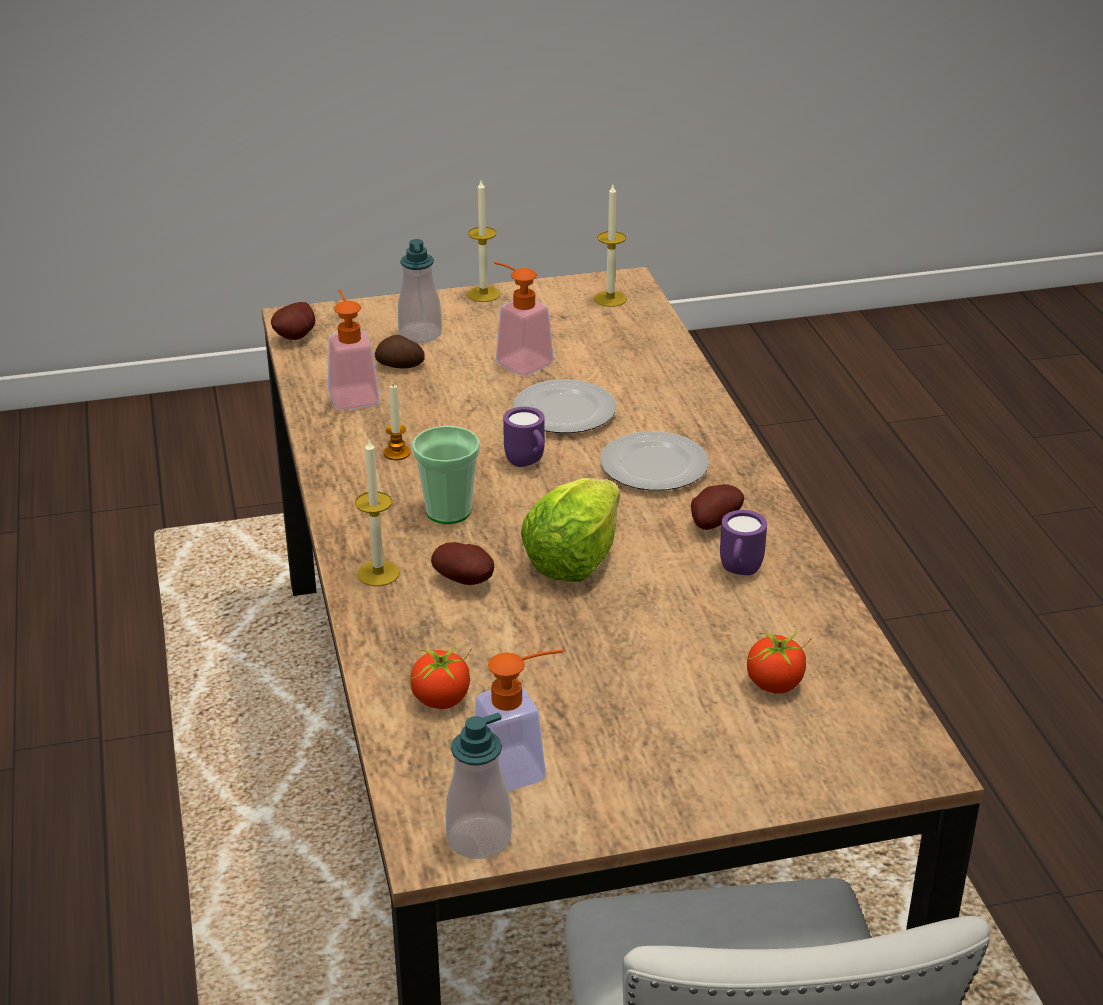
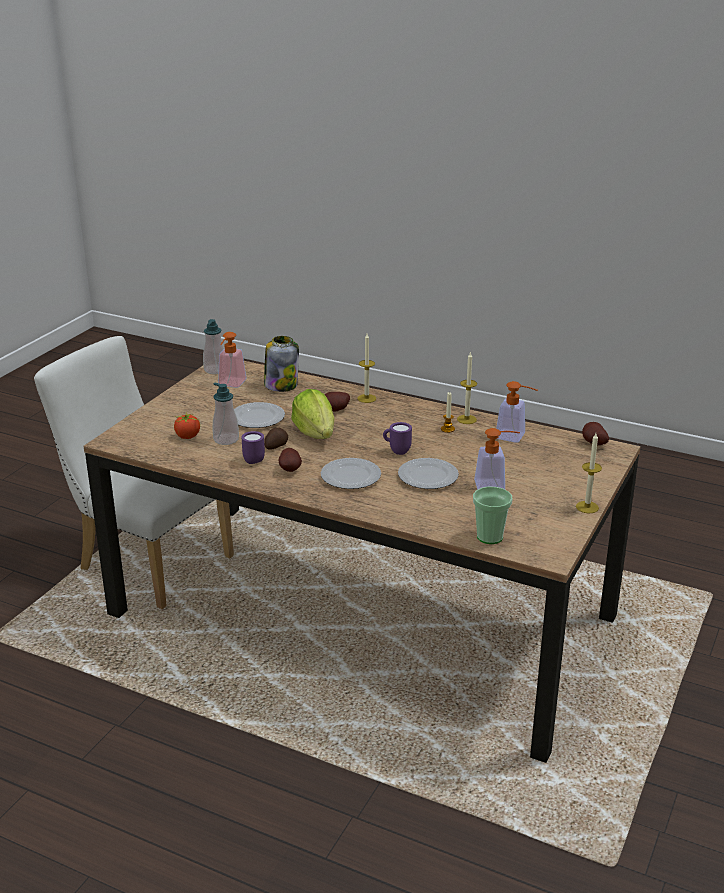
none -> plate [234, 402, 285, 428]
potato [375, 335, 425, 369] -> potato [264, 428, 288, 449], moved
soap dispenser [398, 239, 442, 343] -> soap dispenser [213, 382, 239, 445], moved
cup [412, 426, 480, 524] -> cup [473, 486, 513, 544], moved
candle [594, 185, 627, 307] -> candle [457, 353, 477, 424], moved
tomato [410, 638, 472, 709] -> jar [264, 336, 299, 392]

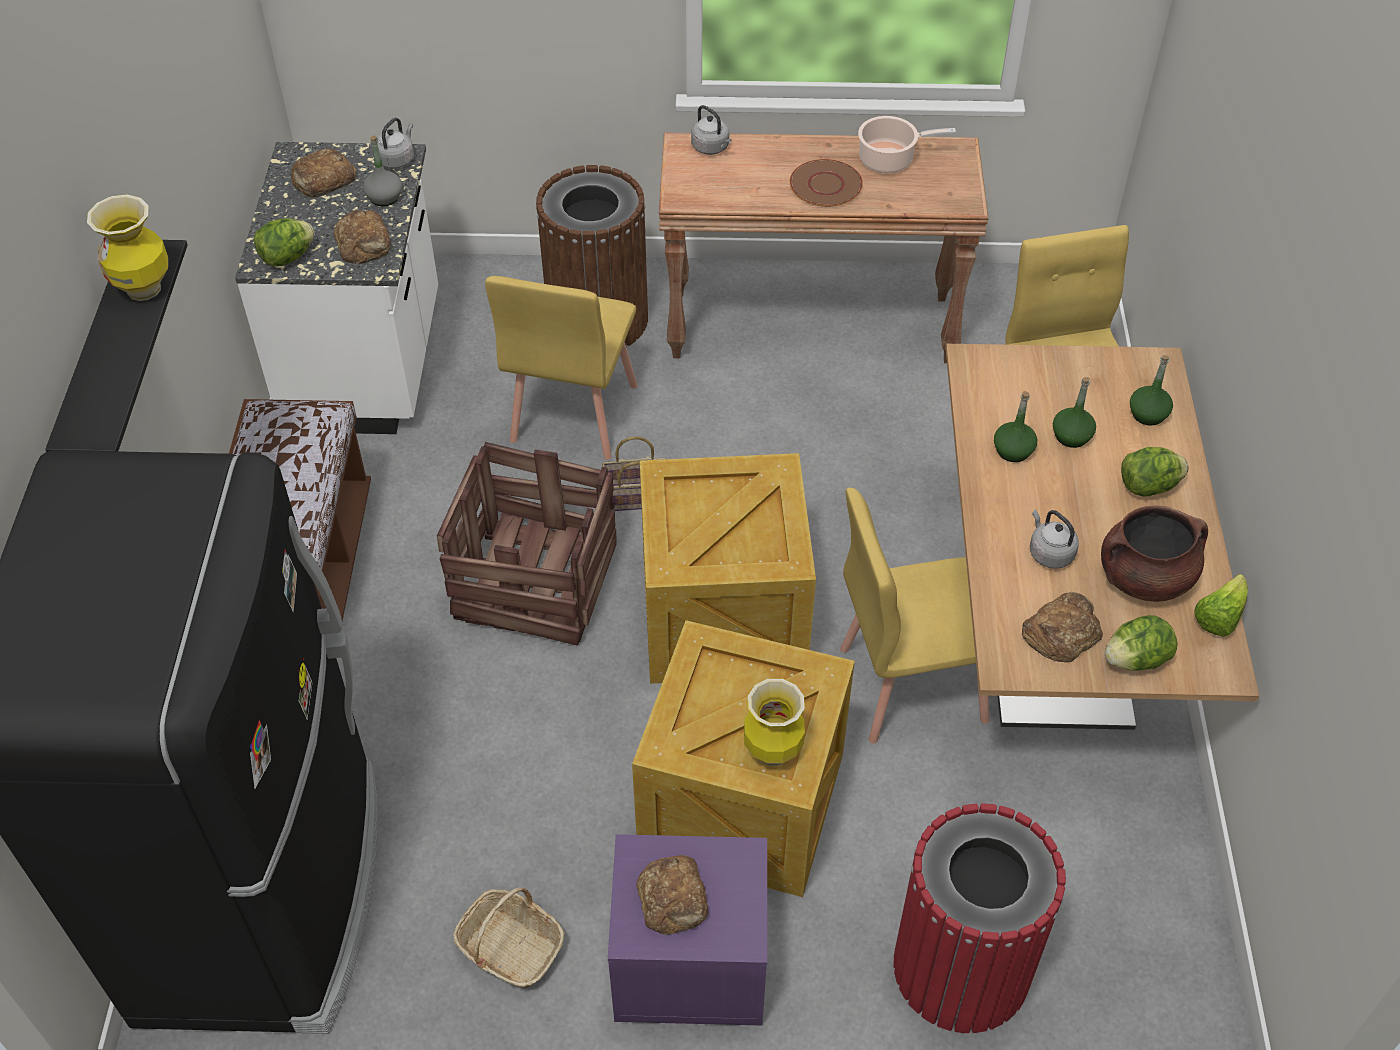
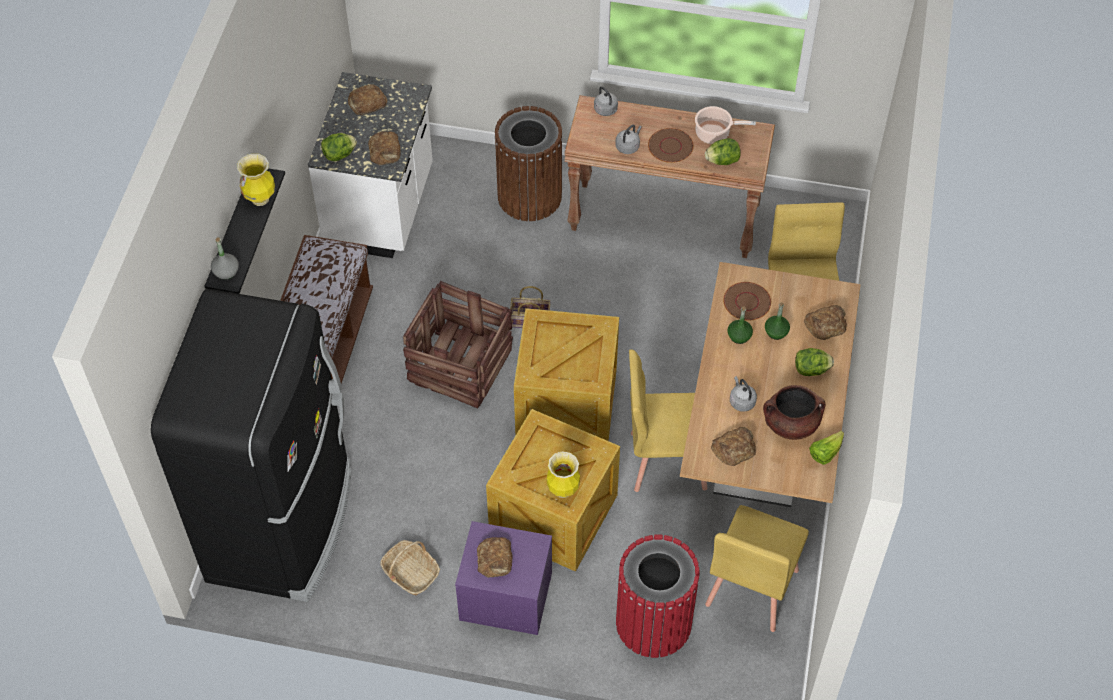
none -> brown plate [723, 282, 771, 321]
grey bottle [363, 136, 402, 206] -> grey bottle [211, 237, 239, 280], moved
grey kettle [377, 118, 414, 169] -> grey kettle [615, 125, 642, 154], moved
yellow chair [485, 276, 638, 460] -> yellow chair [705, 505, 809, 632], moved
lettuce [1105, 615, 1178, 671] -> lettuce [705, 138, 741, 165], moved
green bottle [1130, 355, 1173, 426] -> bread [804, 305, 847, 340]

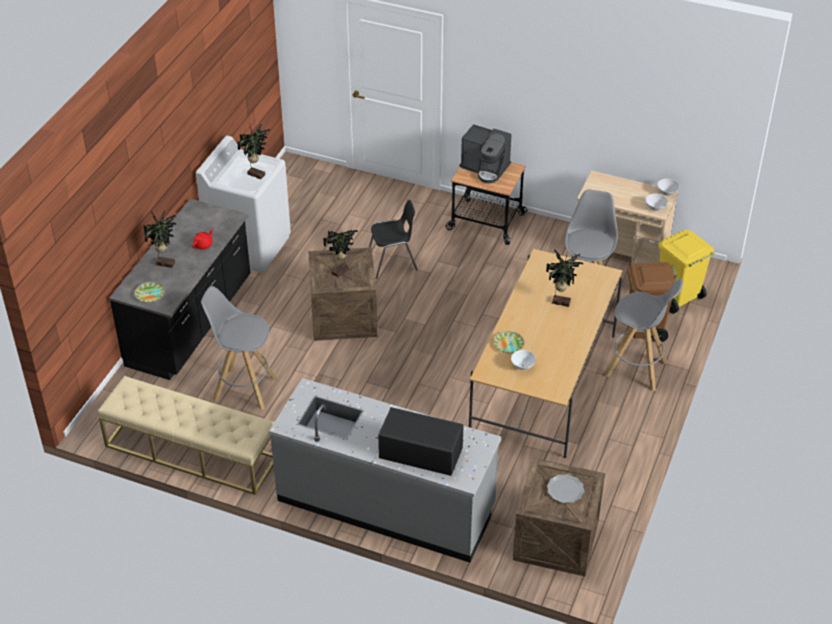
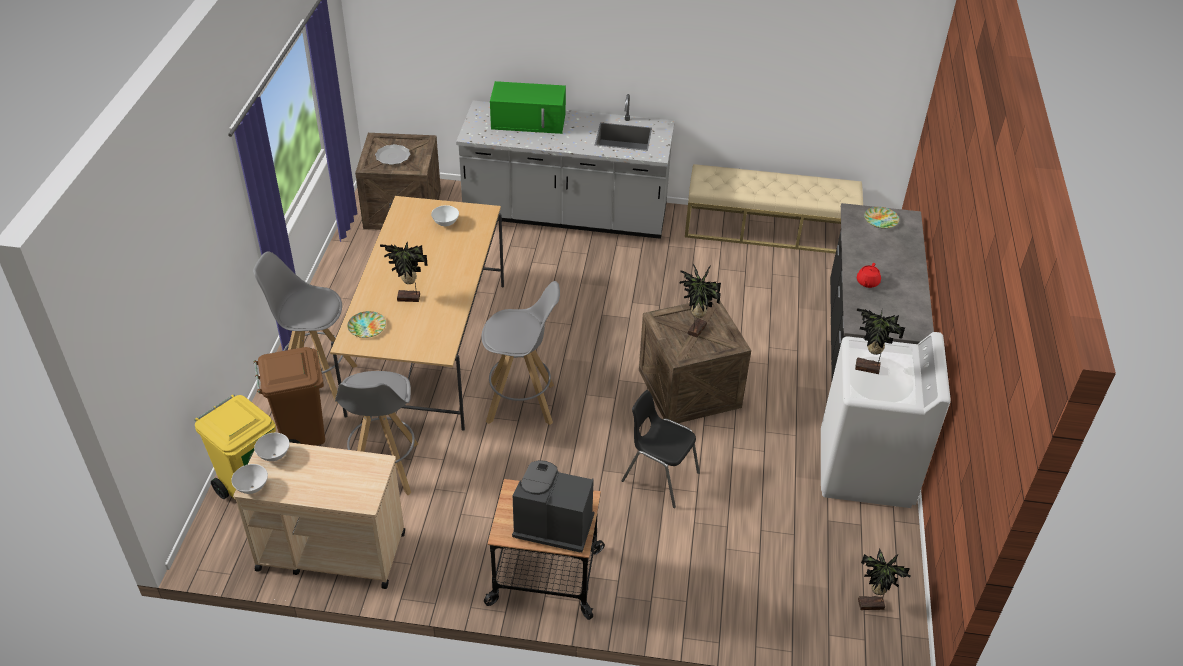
potted plant [143, 210, 177, 268] -> potted plant [858, 549, 910, 610], moved
grey stool [201, 286, 277, 410] -> grey stool [482, 281, 560, 425], moved
plate [493, 331, 524, 353] -> plate [347, 311, 386, 338], moved
black microwave [378, 407, 464, 476] -> green microwave [490, 81, 566, 134]
black chair [369, 200, 418, 279] -> black chair [621, 390, 700, 508], 60 degrees clockwise

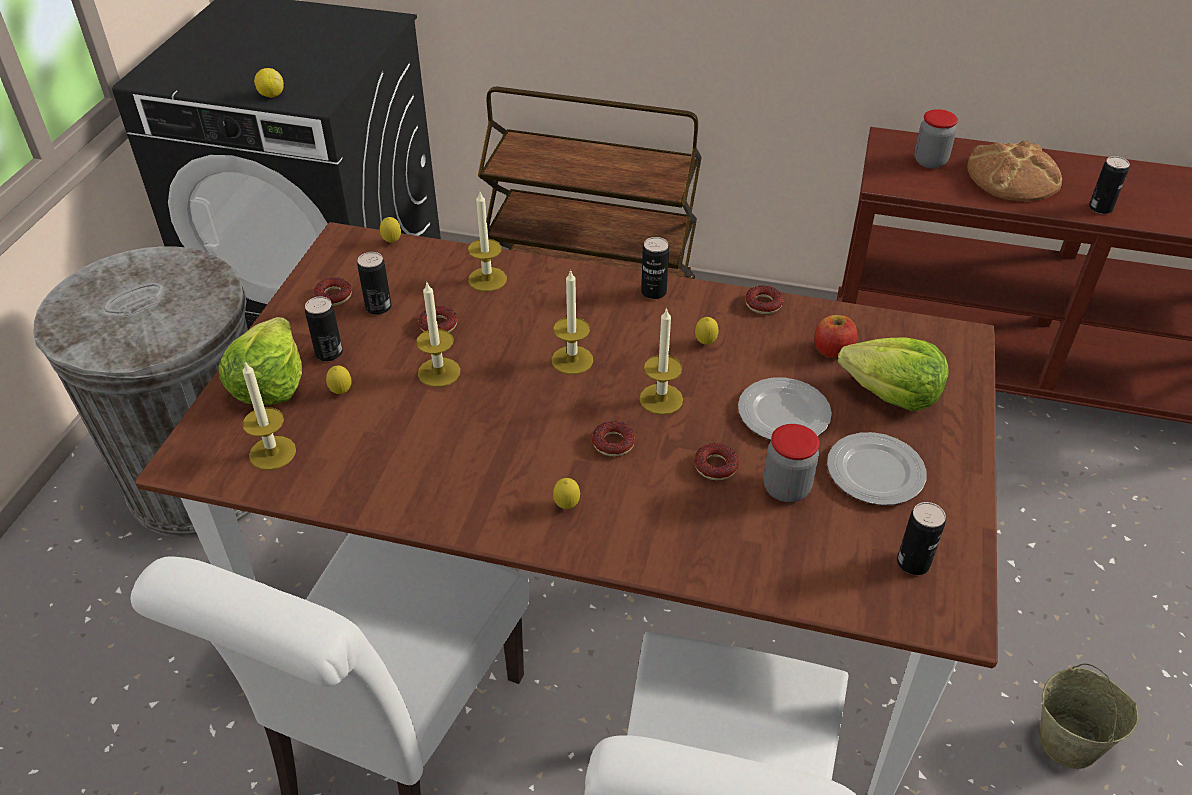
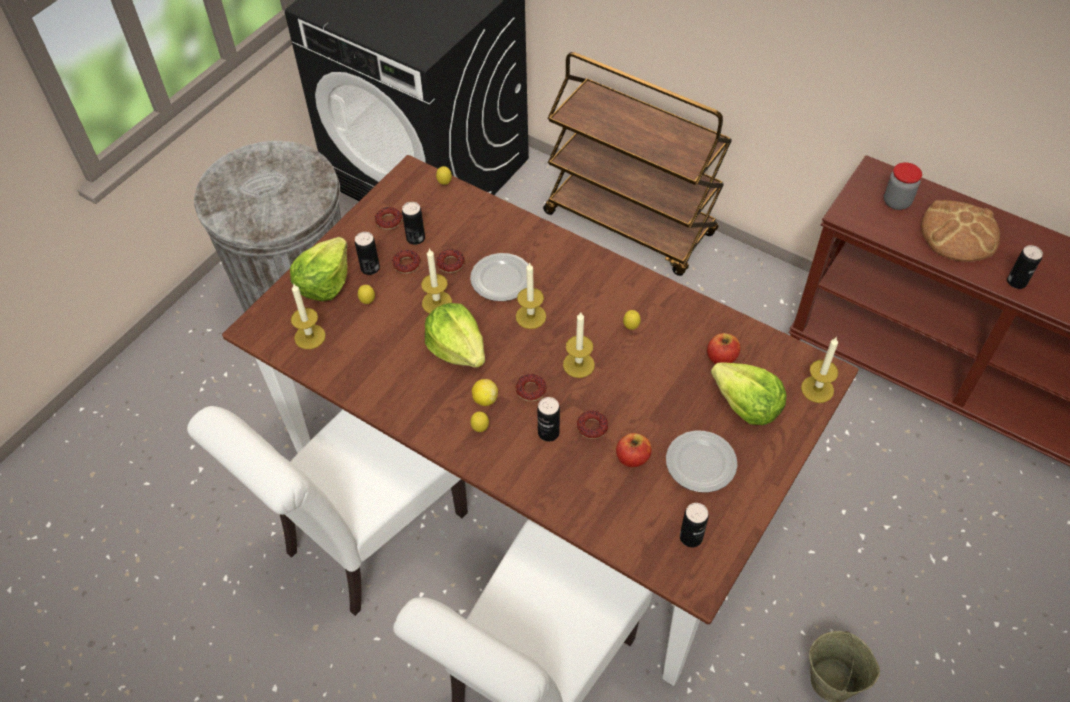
none -> lettuce [425, 303, 485, 368]
lemon [254, 68, 284, 98] -> lemon [472, 379, 498, 406], moved
candle [468, 192, 507, 292] -> candle [801, 338, 838, 403], moved
can [641, 237, 669, 299] -> can [537, 397, 560, 442], moved
plate [738, 378, 832, 440] -> plate [470, 253, 529, 301], moved
donut [745, 285, 783, 314] -> donut [392, 250, 420, 274], moved
jar [763, 424, 819, 502] -> apple [616, 433, 652, 467]

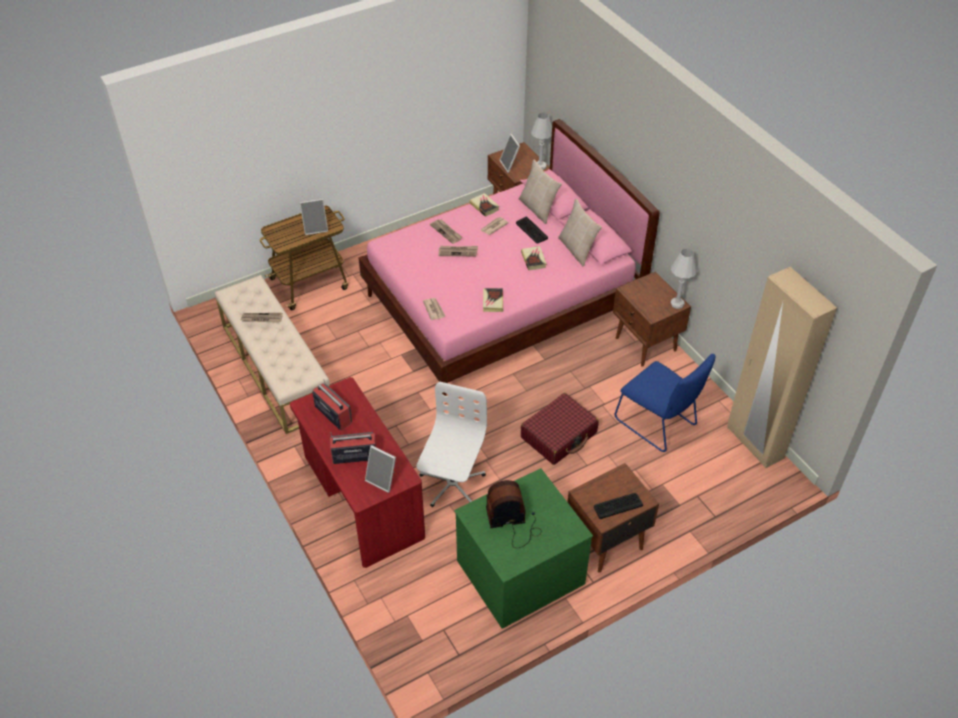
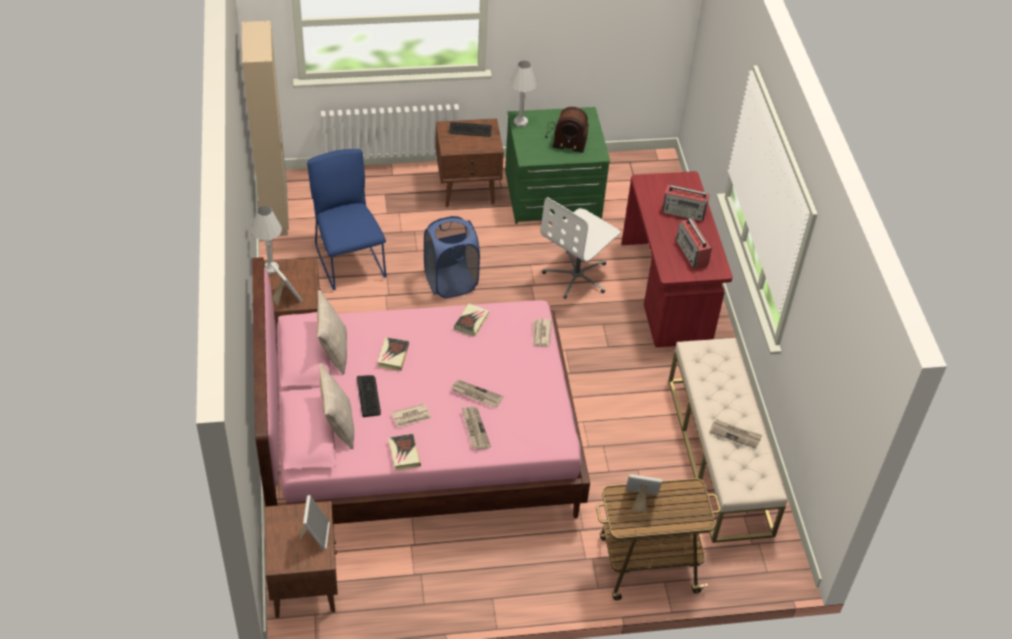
picture frame [365, 445, 396, 493] -> picture frame [270, 262, 303, 306], moved
white table lamp [531, 113, 552, 170] -> white table lamp [510, 61, 537, 127], moved
red suitcase [521, 393, 599, 465] -> blue laundry basket [424, 216, 480, 298]

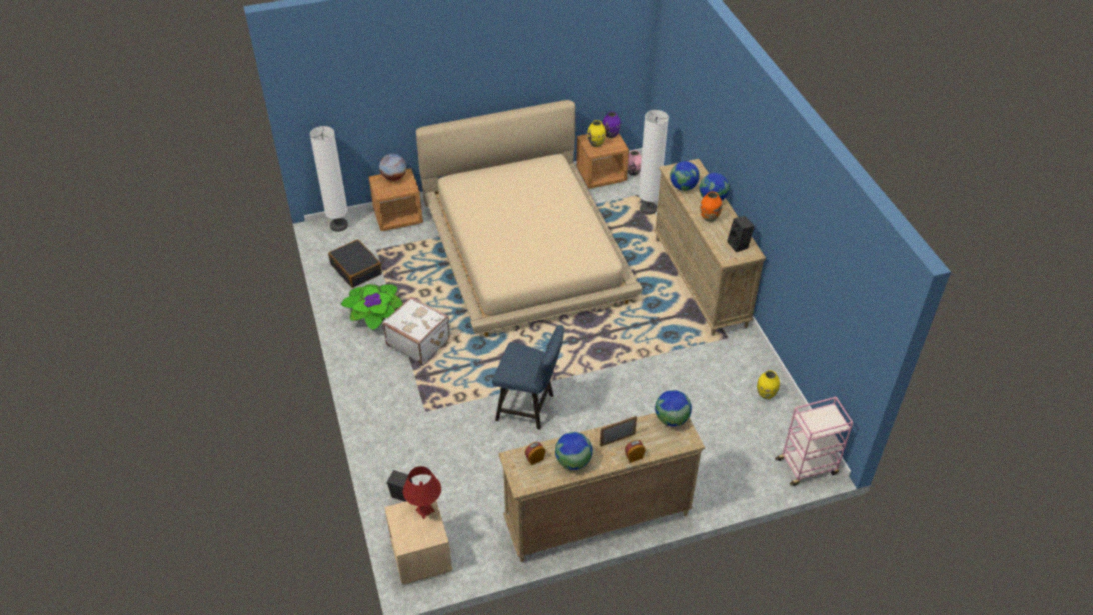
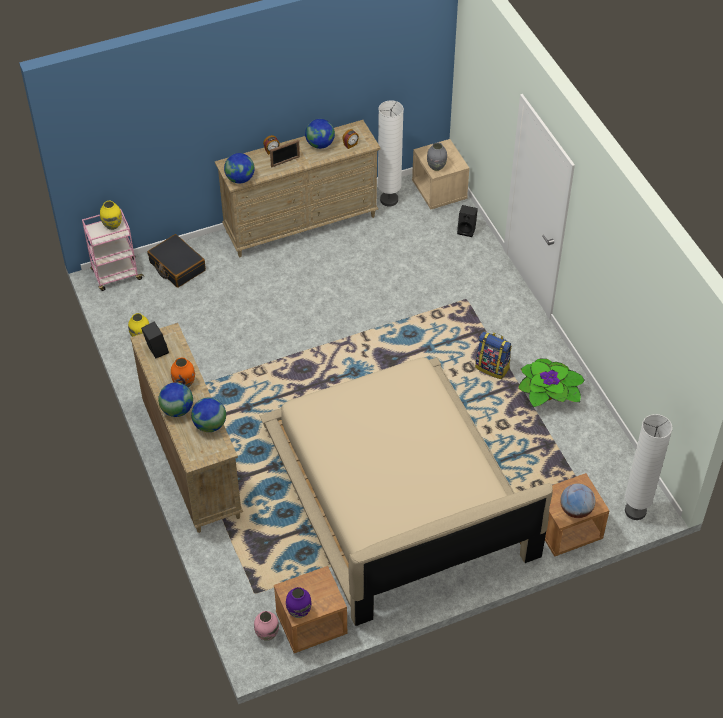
blue chair [492, 325, 564, 430] -> none
black suitcase [328, 239, 382, 288] -> black suitcase [148, 234, 206, 288], moved
yellow vase [587, 120, 606, 147] -> yellow vase [100, 201, 122, 230], moved
white floor lamp [639, 110, 669, 215] -> white floor lamp [378, 100, 404, 206], moved
white suitcase [383, 297, 449, 364] -> backpack [475, 331, 512, 379]
red table lamp [403, 466, 441, 519] -> grey vase [427, 143, 447, 171]

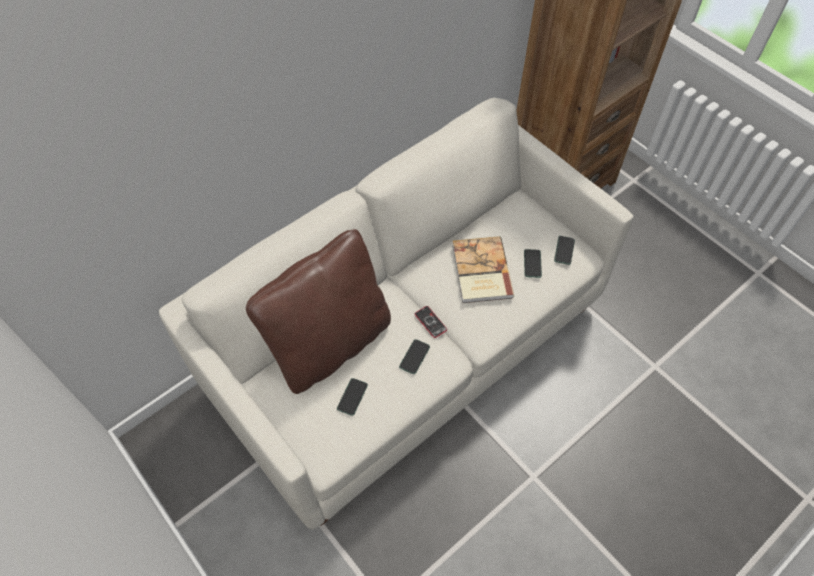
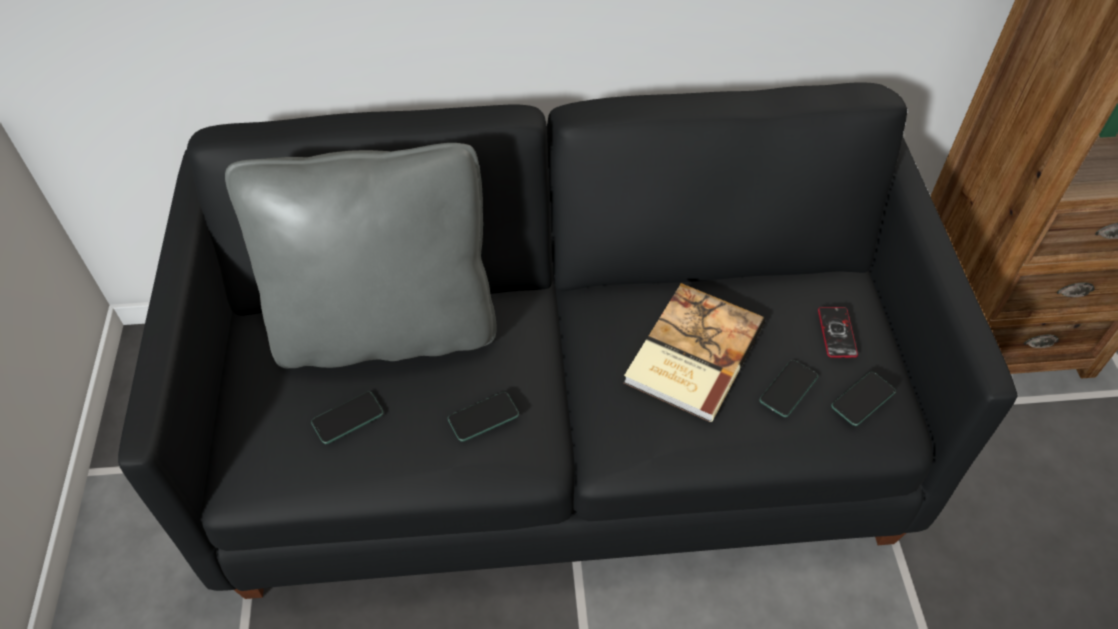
phone [415, 306, 447, 338] -> phone [818, 307, 858, 358], moved
white sofa [159, 98, 634, 529] -> black sofa [118, 83, 1018, 599]
brown pillow [246, 229, 391, 394] -> grey pillow [225, 143, 497, 369]

